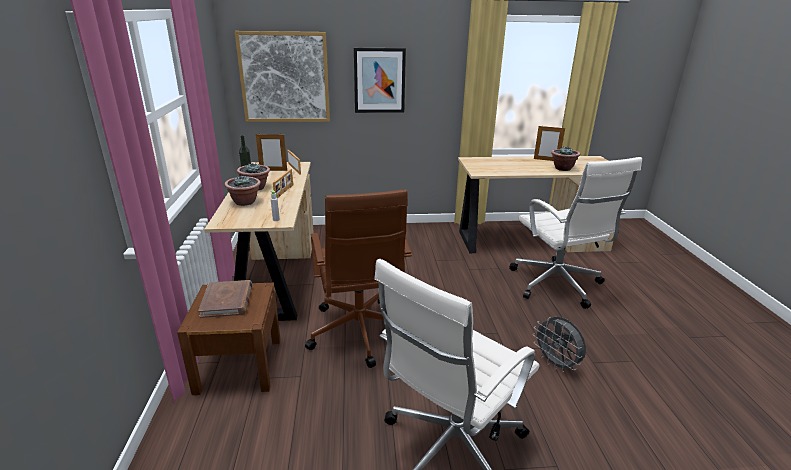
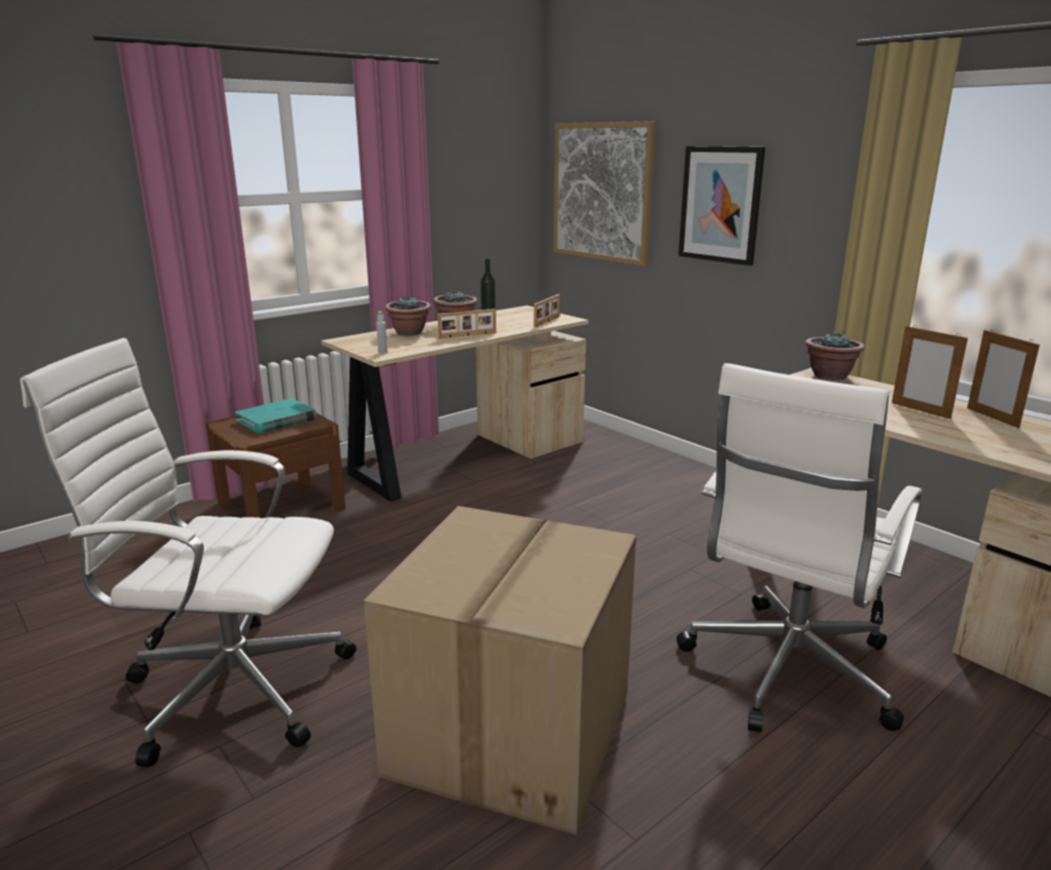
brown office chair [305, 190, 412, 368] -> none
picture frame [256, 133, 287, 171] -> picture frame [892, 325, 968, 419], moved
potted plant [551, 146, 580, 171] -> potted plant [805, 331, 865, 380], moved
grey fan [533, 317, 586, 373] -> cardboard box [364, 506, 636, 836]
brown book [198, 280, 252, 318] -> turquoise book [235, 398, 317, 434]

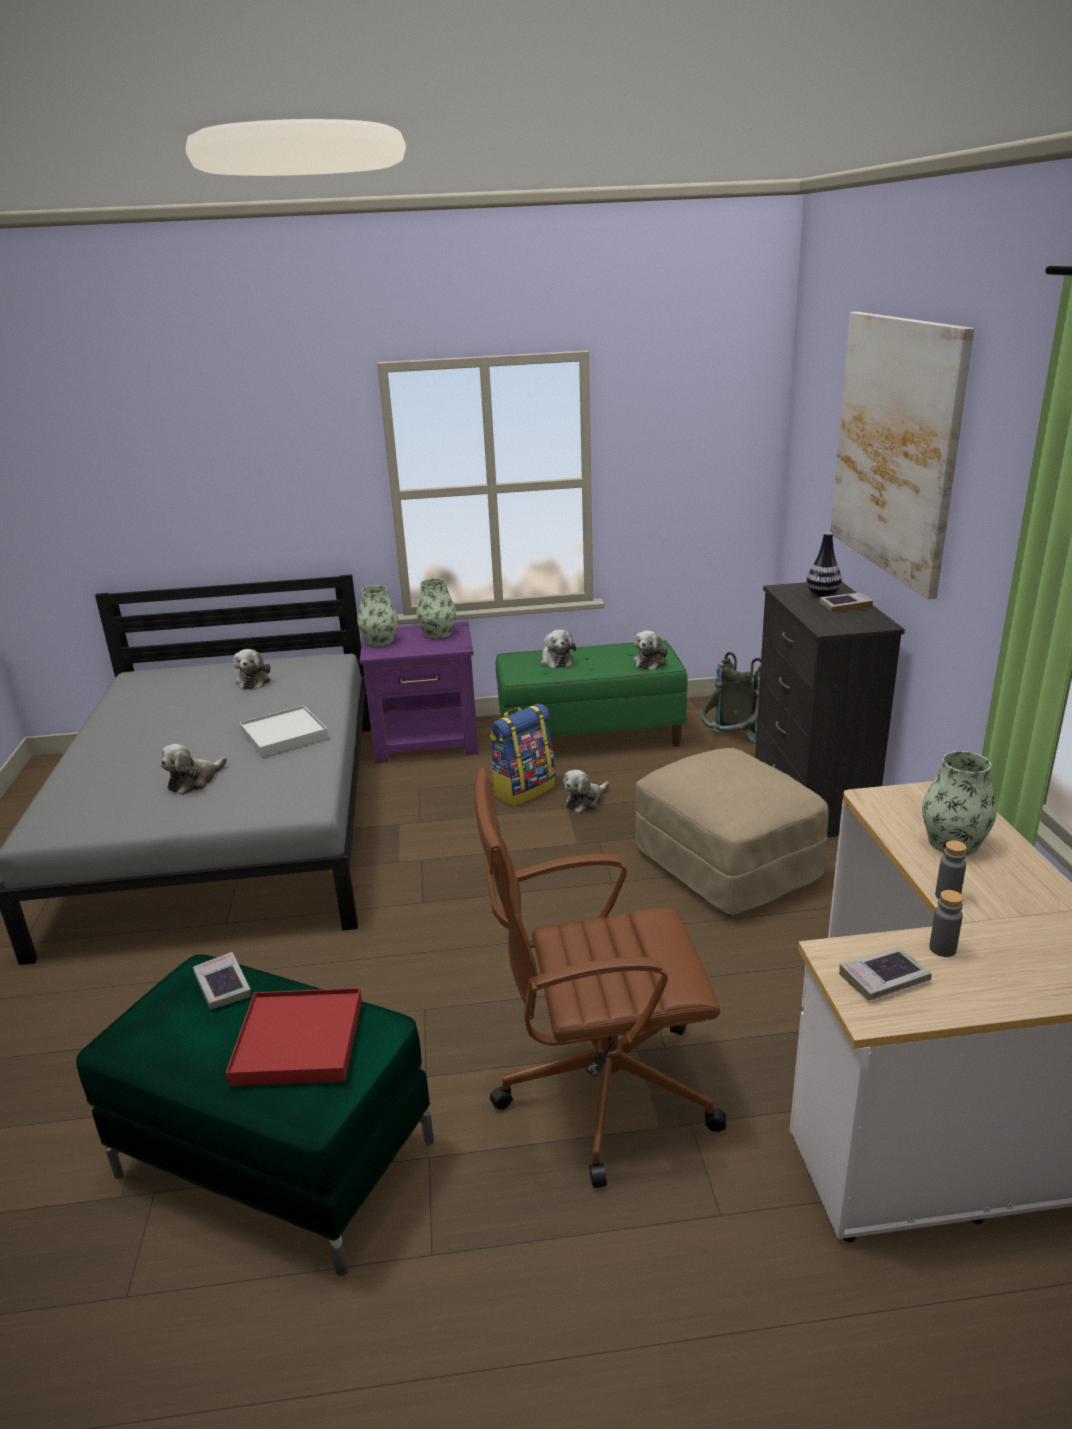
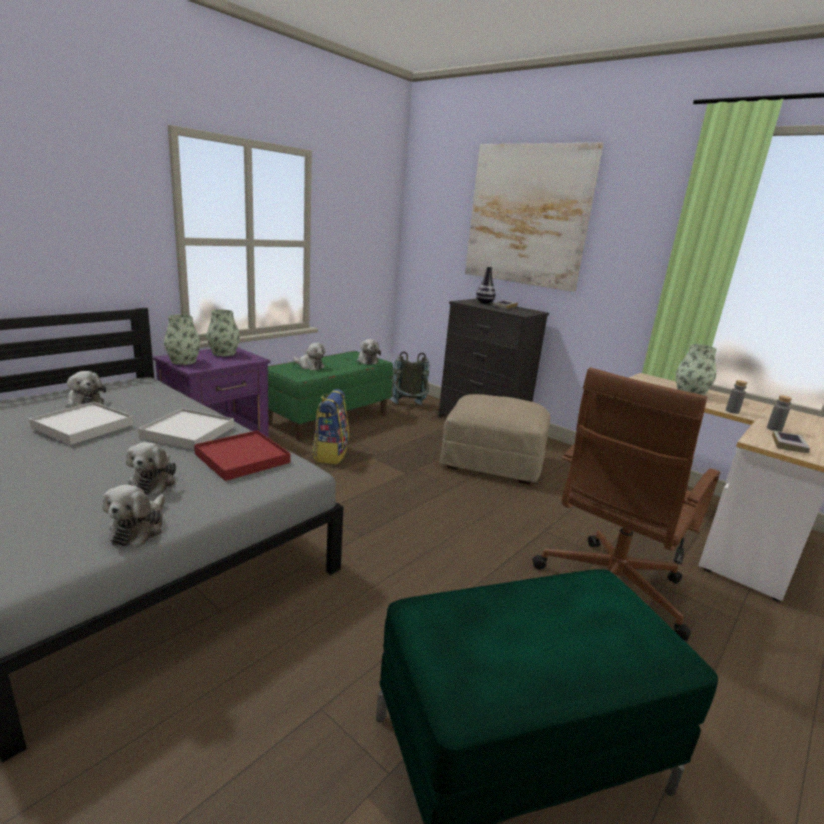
book [193, 952, 251, 1009] -> none
none -> white tray [29, 402, 134, 445]
red tray [226, 988, 362, 1086] -> red tray [194, 430, 291, 481], moved
plush toy [563, 770, 609, 813] -> plush toy [102, 485, 165, 547], moved

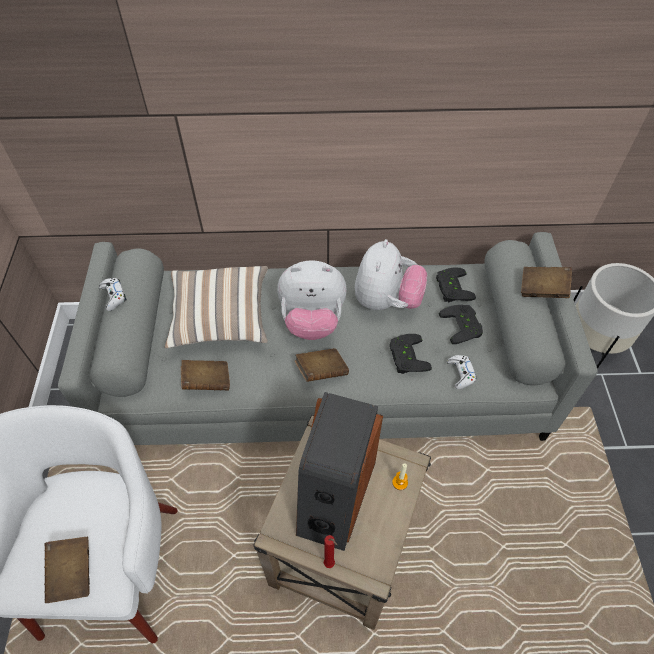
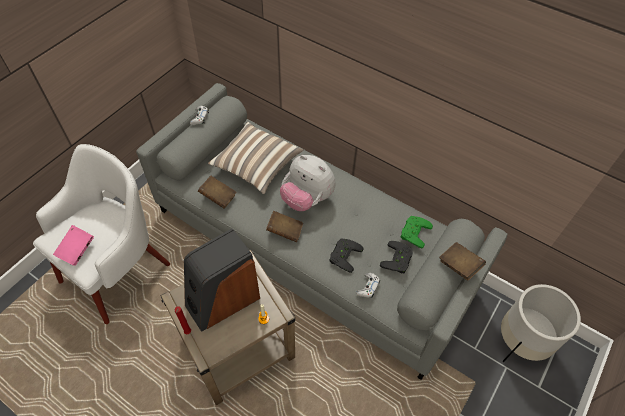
plush toy [355, 239, 427, 310] -> none
brown book [44, 537, 90, 603] -> pink book [53, 225, 94, 266]
black game controller [436, 267, 476, 302] -> green game controller [401, 216, 433, 248]

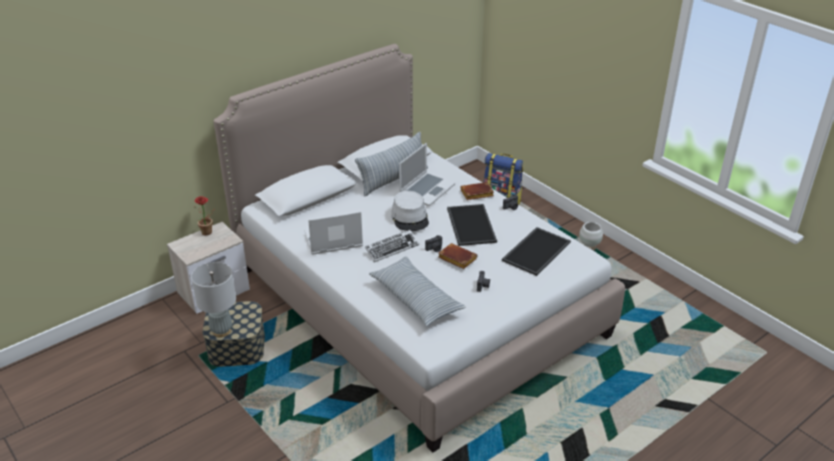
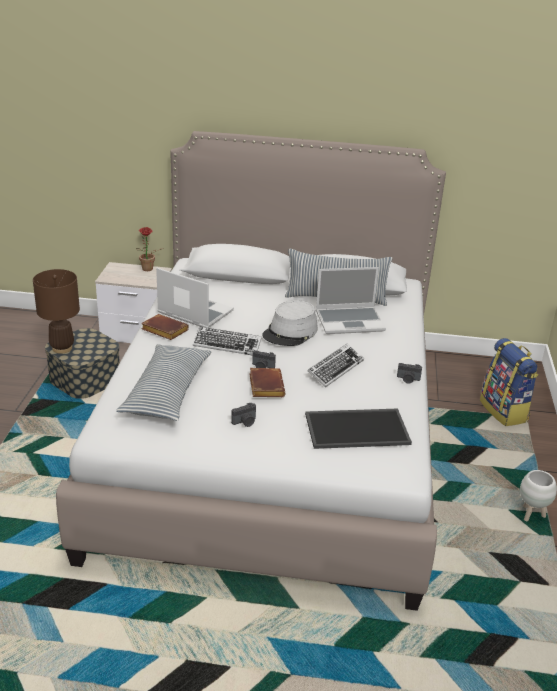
brown book [461, 182, 494, 200] -> brown book [141, 314, 189, 340], moved
tray [447, 204, 497, 246] -> keyboard [308, 344, 364, 387]
grey table lamp [191, 262, 236, 337] -> brown table lamp [33, 269, 80, 354]

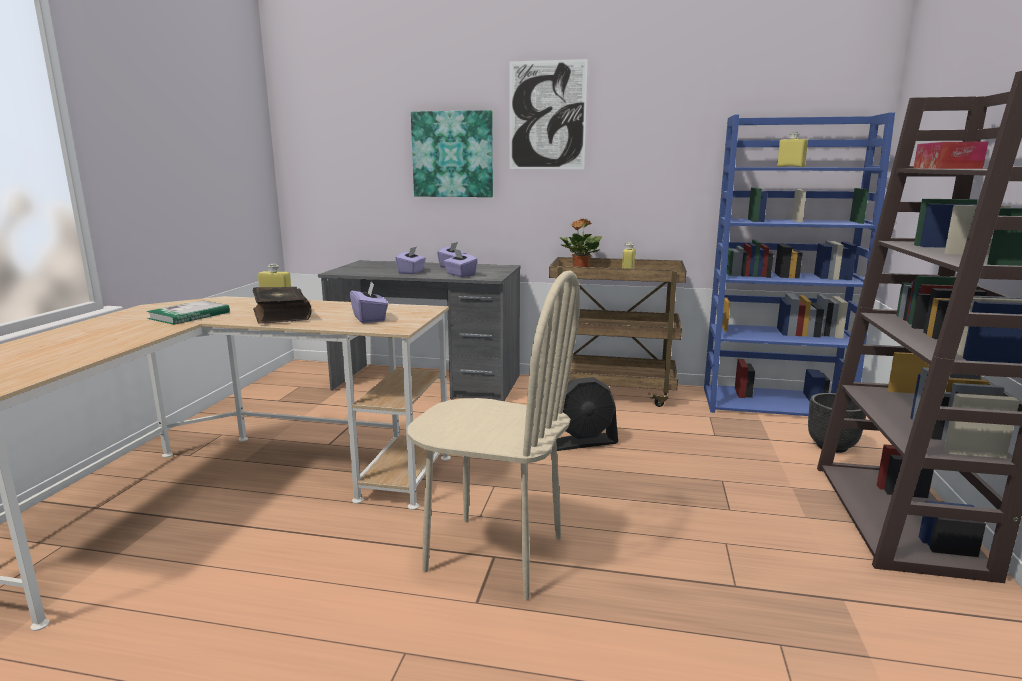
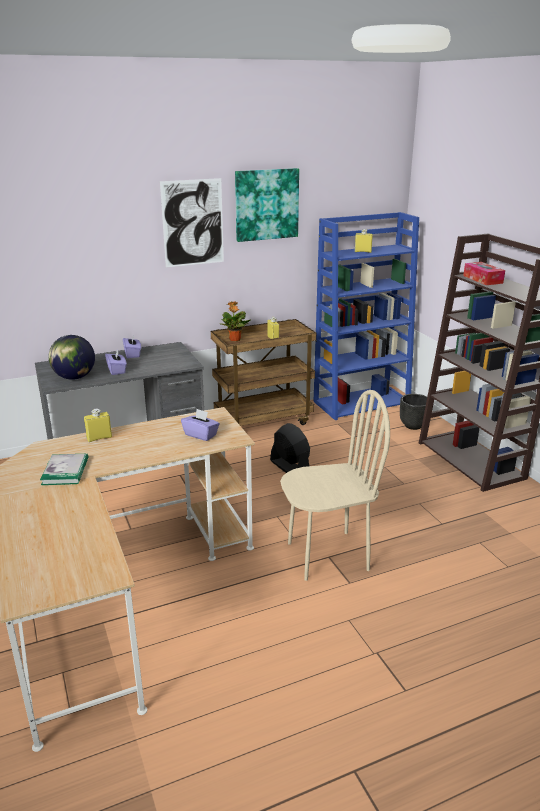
book [253, 287, 312, 324] -> none
purple tissue box [444, 249, 478, 277] -> none
none -> globe [49, 335, 95, 380]
picture [411, 110, 493, 197] -> picture [235, 168, 299, 242], moved
black fan [556, 377, 618, 451] -> black fan [270, 423, 310, 473], 75 degrees counterclockwise

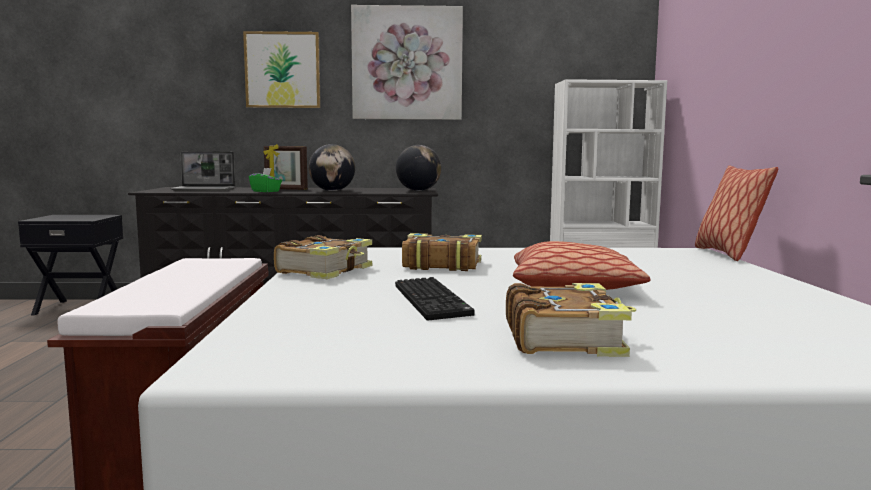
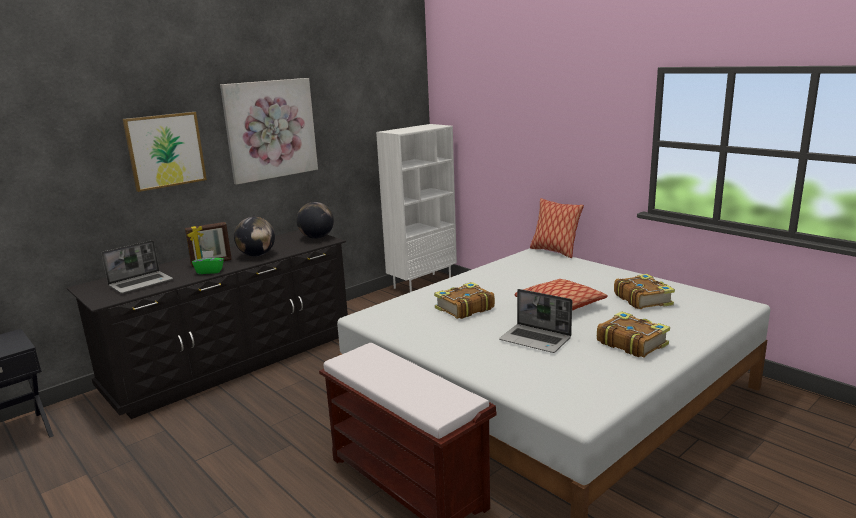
book [274, 235, 372, 279] -> book [614, 274, 675, 309], moved
keyboard [395, 277, 475, 321] -> laptop [499, 289, 572, 353]

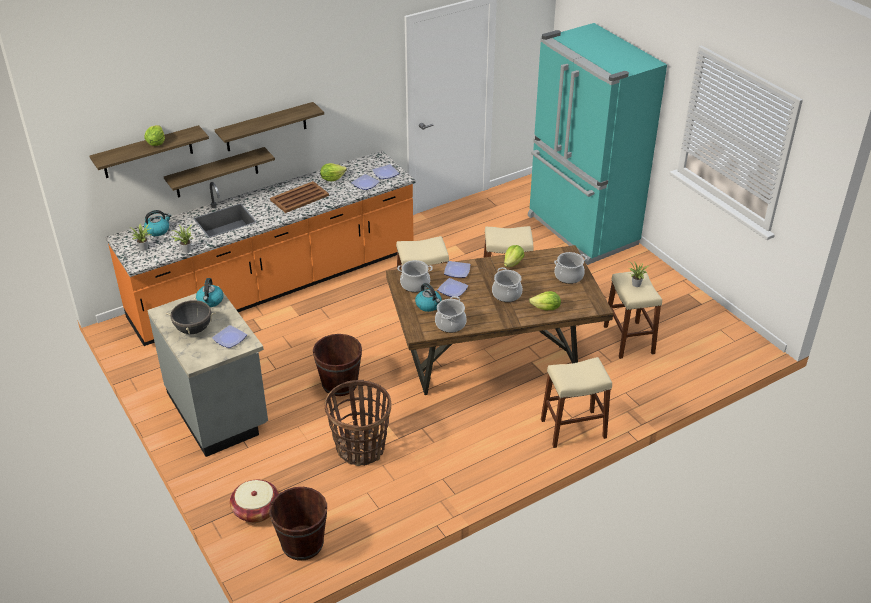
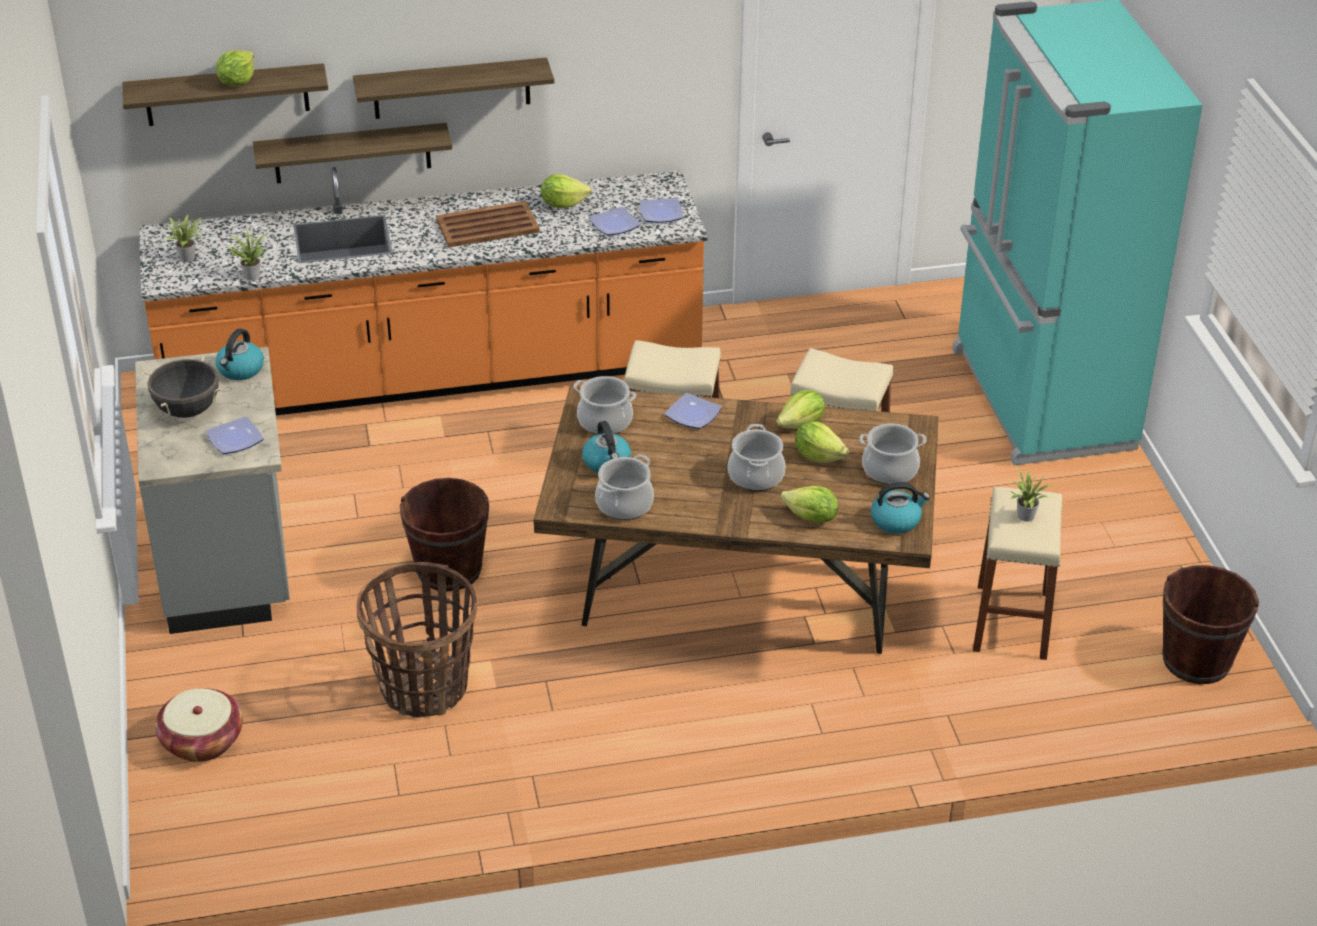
plate [437, 278, 468, 297] -> none
beige stool [541, 357, 612, 448] -> none
none -> lettuce [795, 421, 849, 463]
kettle [144, 210, 171, 236] -> kettle [871, 482, 930, 534], moved
brown bucket [269, 487, 327, 561] -> brown bucket [1162, 565, 1259, 684], moved

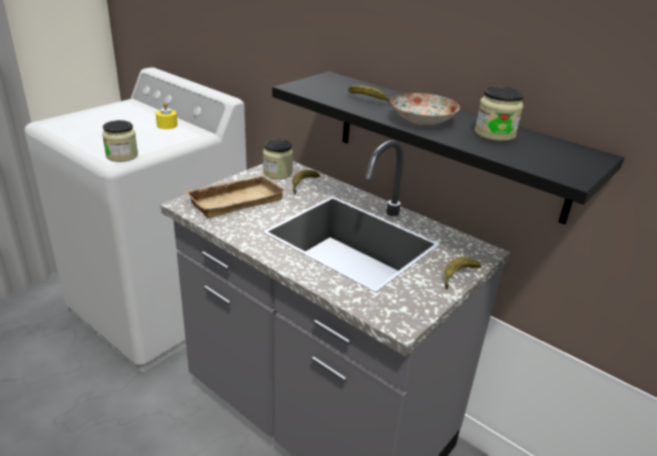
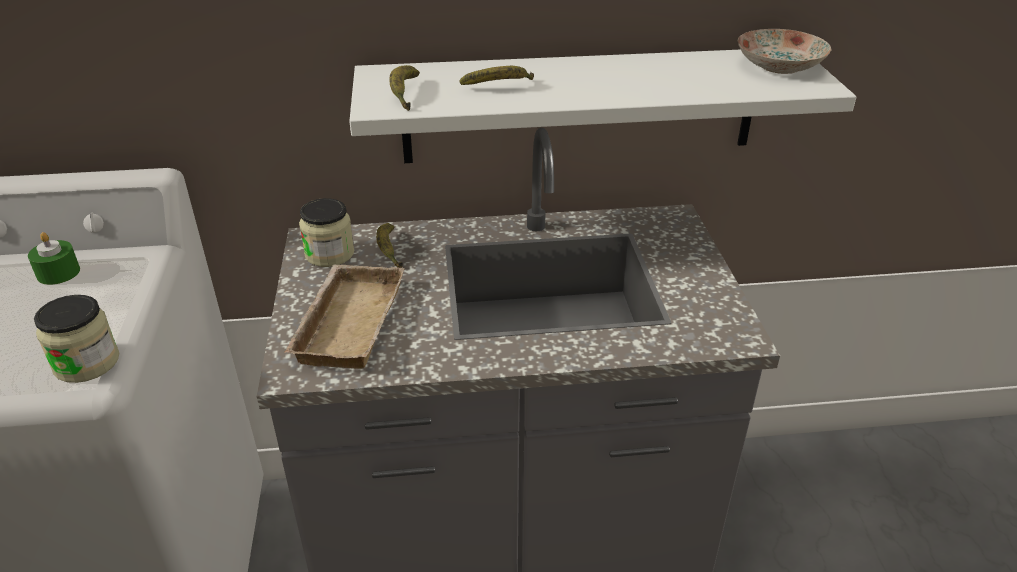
jar [475, 86, 524, 141] -> none
plate [391, 93, 460, 126] -> plate [738, 29, 832, 74], moved
banana [444, 257, 481, 289] -> banana [390, 65, 420, 111], moved
yellow candle [156, 102, 178, 129] -> green candle [28, 232, 80, 285]
black shelf [272, 71, 624, 224] -> white shelf [349, 50, 856, 163]

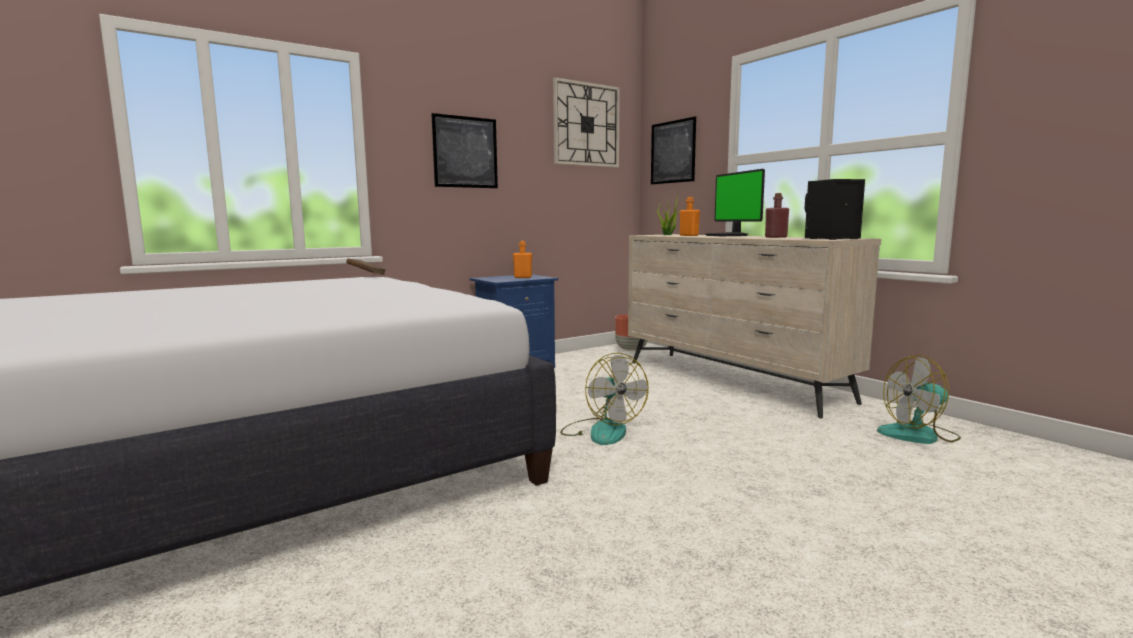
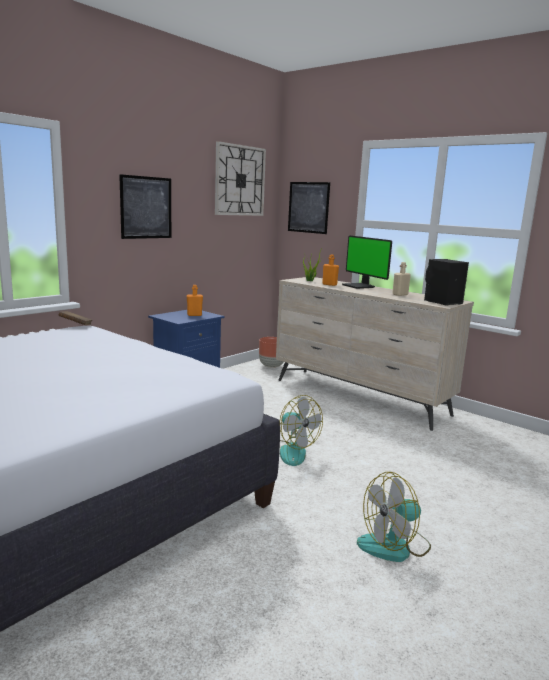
fan [877, 355, 961, 444] -> fan [357, 472, 431, 562], moved
red bottle [765, 193, 789, 238] -> beige bottle [392, 262, 411, 296]

